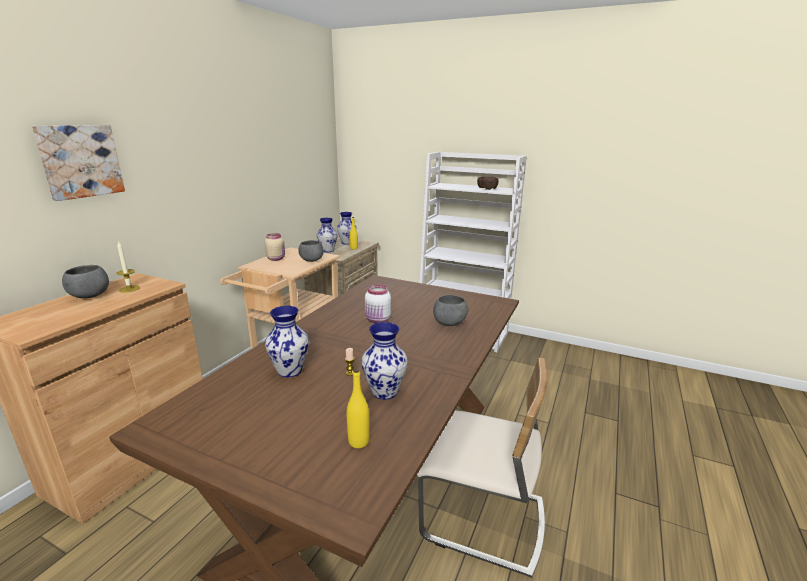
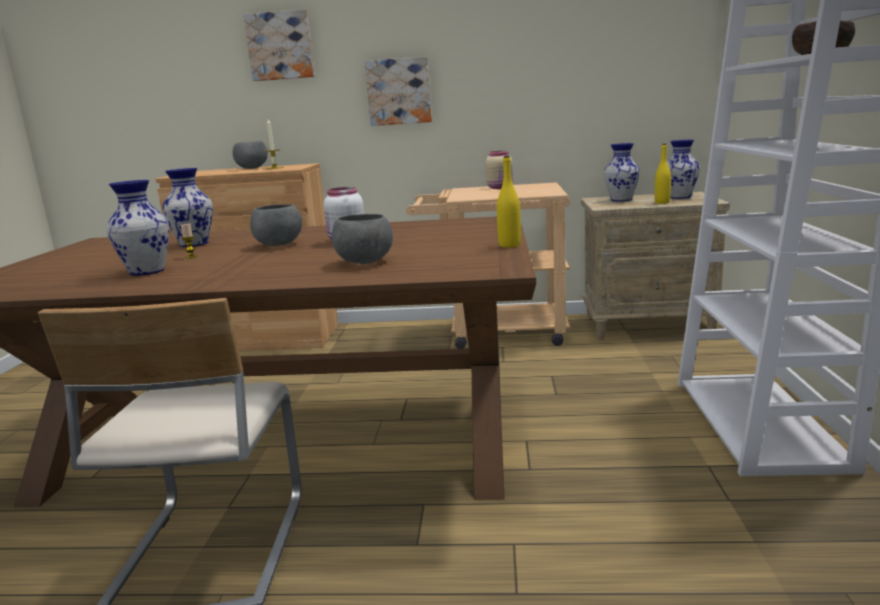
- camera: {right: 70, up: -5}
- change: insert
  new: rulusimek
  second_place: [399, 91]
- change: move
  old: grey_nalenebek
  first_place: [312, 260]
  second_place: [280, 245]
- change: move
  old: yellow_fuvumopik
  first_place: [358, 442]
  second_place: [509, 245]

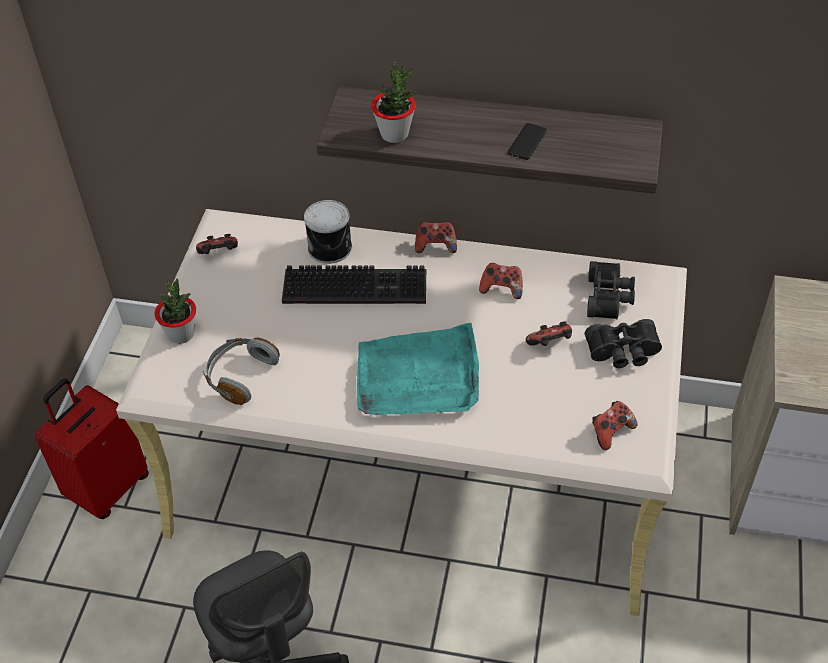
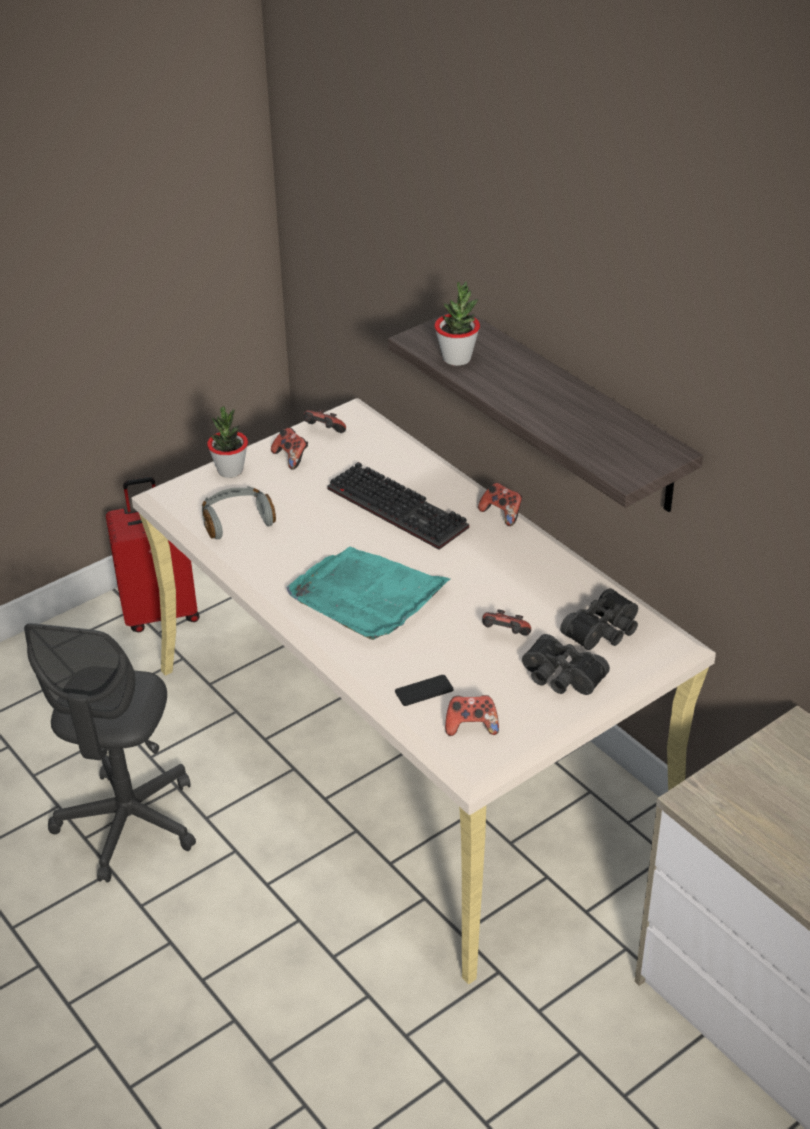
- camera: {right: 40, up: -10}
- change: delete
  old: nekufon
  first_place: [331, 247]
- change: move
  old: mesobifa
  first_place: [501, 289]
  second_place: [291, 458]
- change: move
  old: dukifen
  first_place: [527, 142]
  second_place: [424, 691]

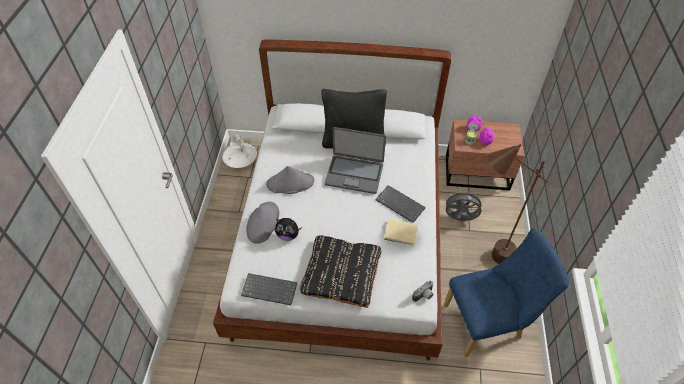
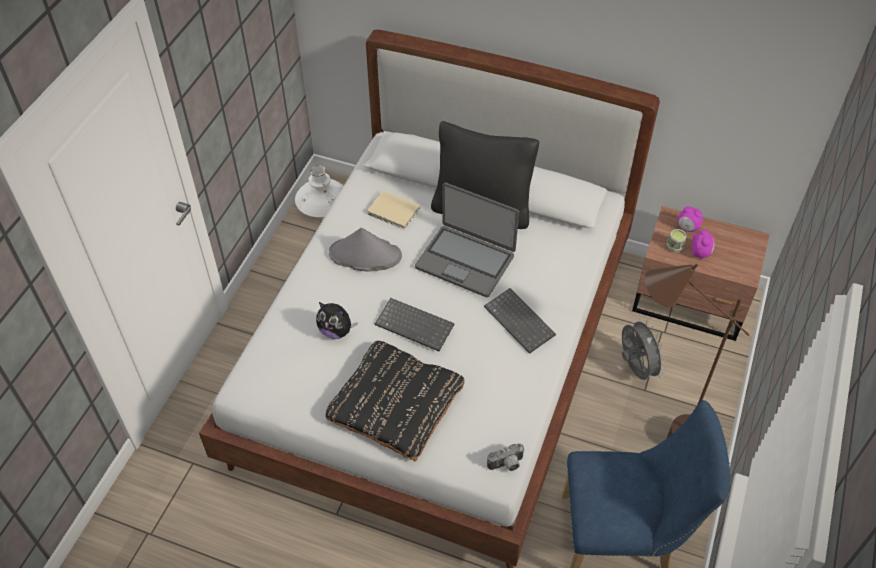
- camera: {right: 15, up: 0}
- change: delete
  old: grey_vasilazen
  first_place: [263, 223]
- change: move
  old: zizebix
  first_place: [270, 289]
  second_place: [416, 325]
- change: move
  old: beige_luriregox
  first_place: [401, 233]
  second_place: [394, 212]
- change: rotate
  old: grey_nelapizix
  first_place: [459, 219]
  second_place: [635, 368]
  degrees: 45

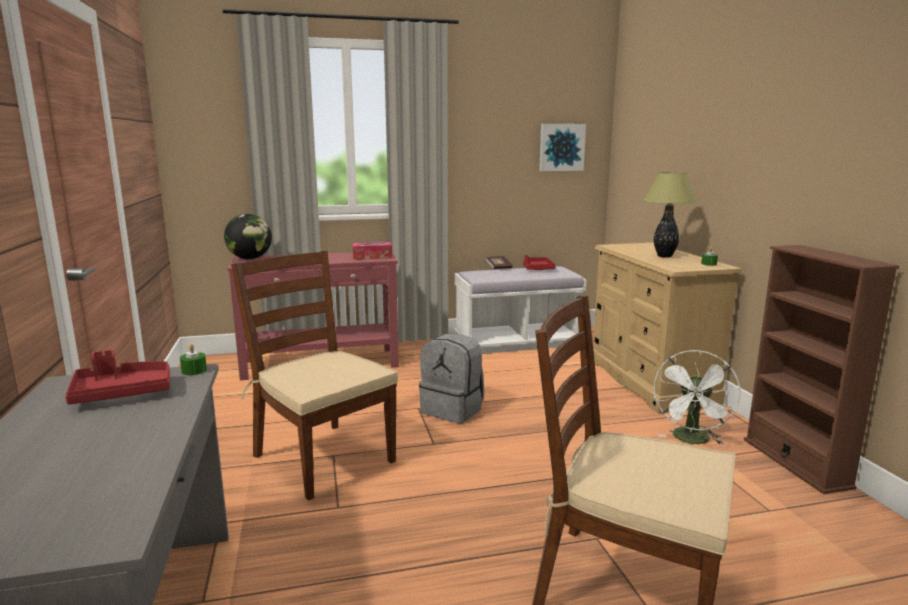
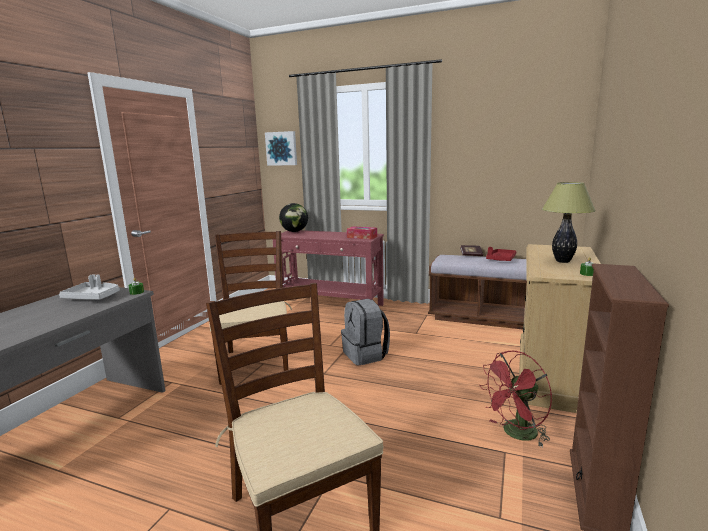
- camera: {right: 35, up: 0}
- change: move
  old: rulusimek
  first_place: [561, 147]
  second_place: [281, 148]
- change: recolor
  old: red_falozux
  new: grey_falozux
  first_place: [122, 393]
  second_place: [93, 297]
- change: recolor
  old: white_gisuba
  new: brown_gisuba
  first_place: [517, 342]
  second_place: [479, 317]
- change: recolor
  old: white_nelapizix
  new: red_nelapizix
  first_place: [692, 440]
  second_place: [516, 434]

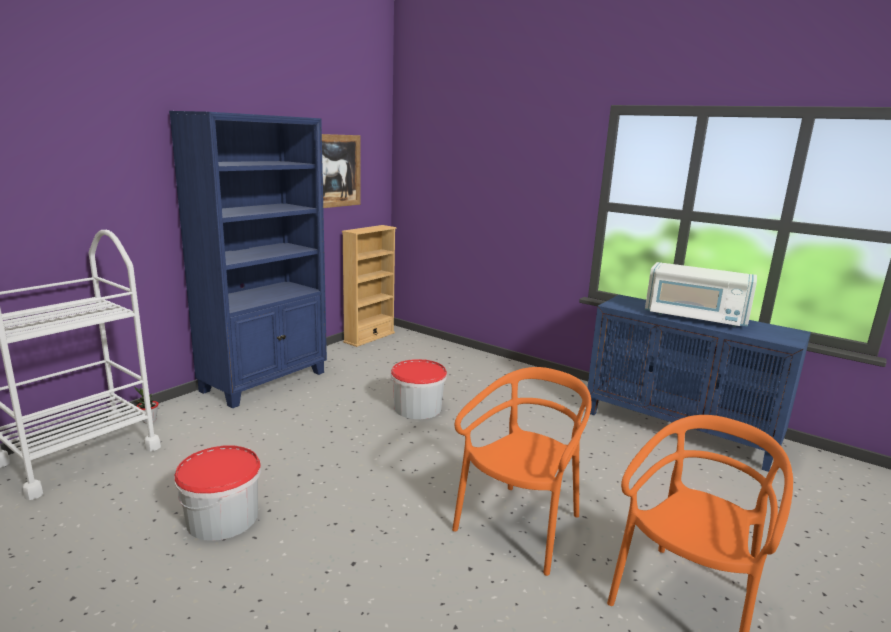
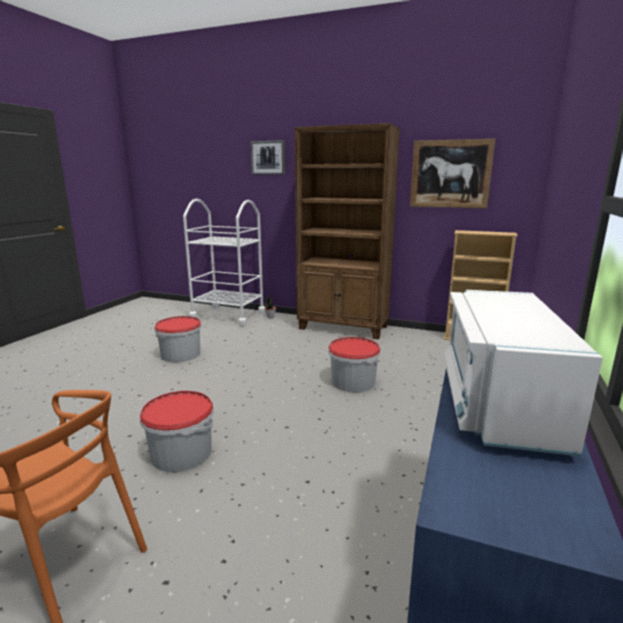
- camera: {right: 75, up: 0}
- change: insert
  new: rulusimek
  second_place: [268, 157]
- change: replace
  old: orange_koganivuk
  new: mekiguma
  first_place: [520, 526]
  second_place: [181, 453]
- change: recolor
  old: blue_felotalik
  new: brown_felotalik
  first_place: [266, 381]
  second_place: [343, 328]

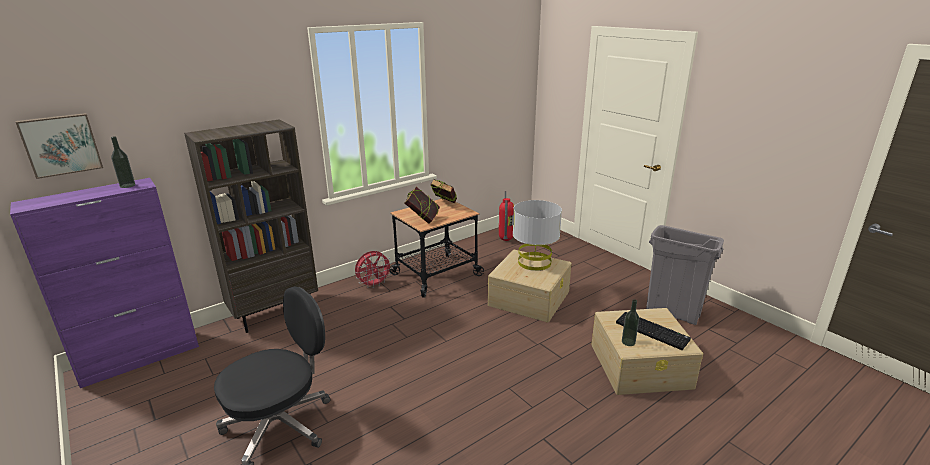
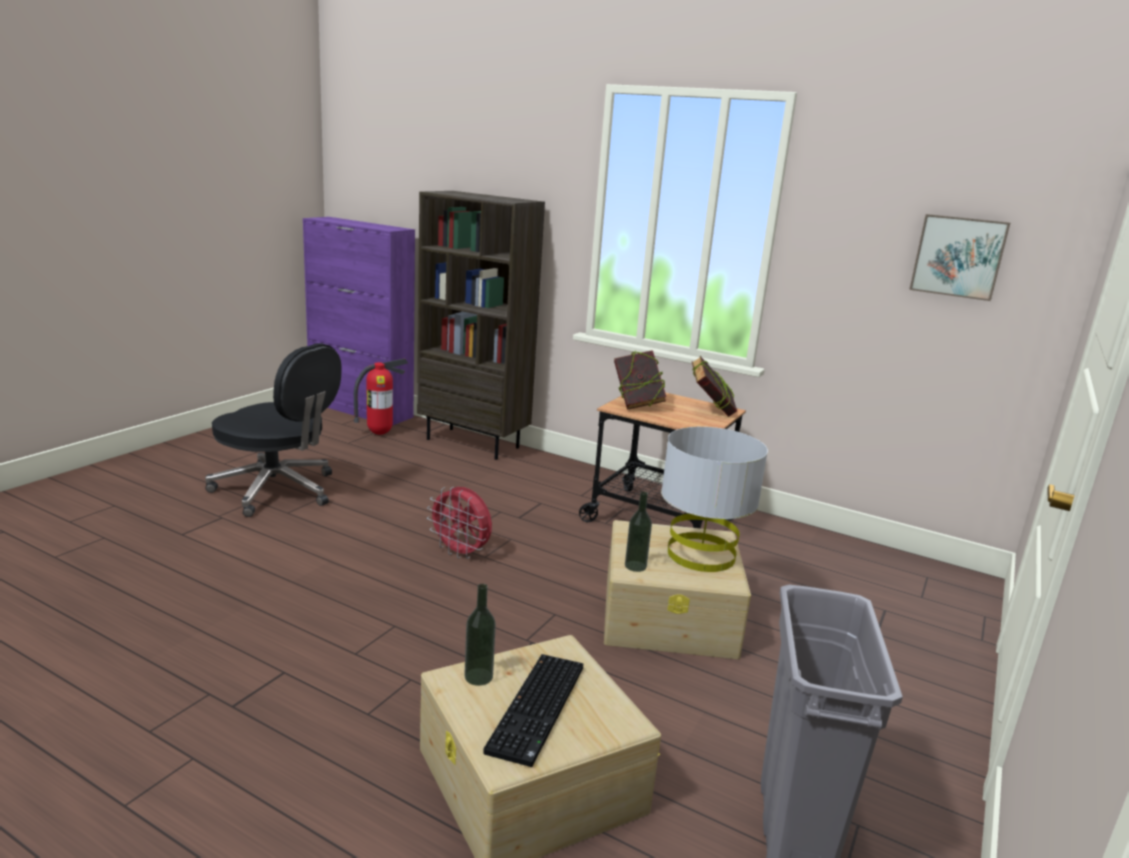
- camera: {right: 65, up: -5}
- change: move
  old: rulusimek
  first_place: [61, 144]
  second_place: [958, 256]
- change: move
  old: fuvumopik
  first_place: [127, 185]
  second_place: [635, 566]
- change: move
  old: red_nelapizix
  first_place: [374, 285]
  second_place: [461, 553]
- change: move
  old: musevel
  first_place: [505, 240]
  second_place: [380, 433]

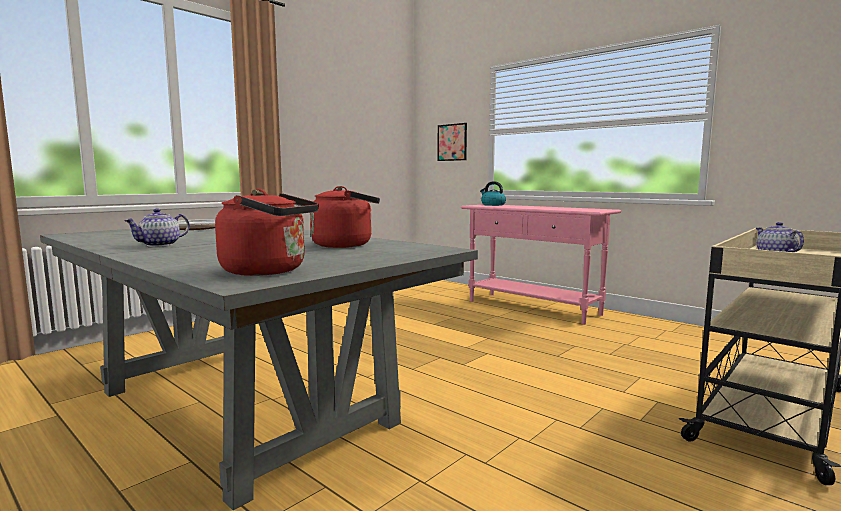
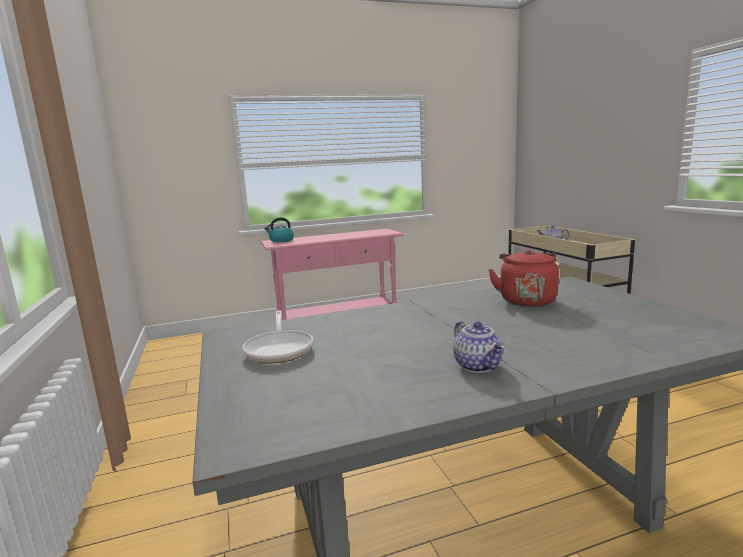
- camera: {right: -60, up: 5}
- change: delete
  old: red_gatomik
  first_place: [269, 271]
- change: delete
  old: rulusimek
  first_place: [452, 142]

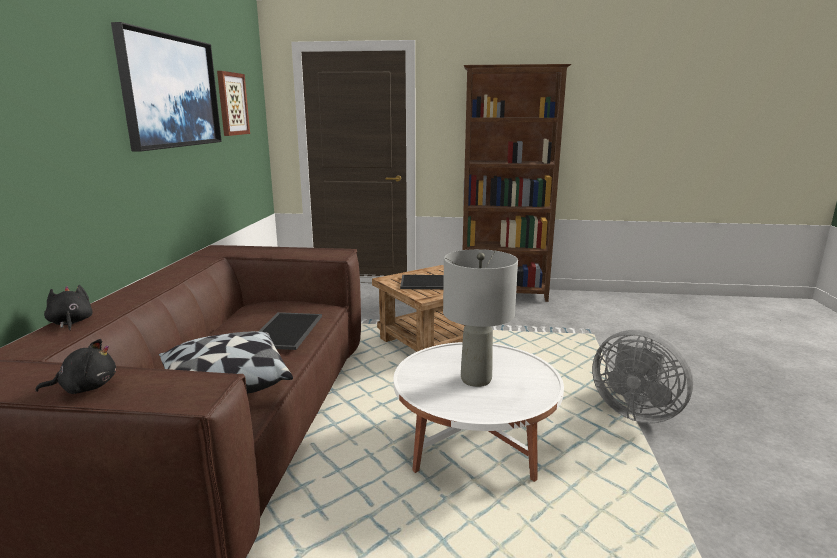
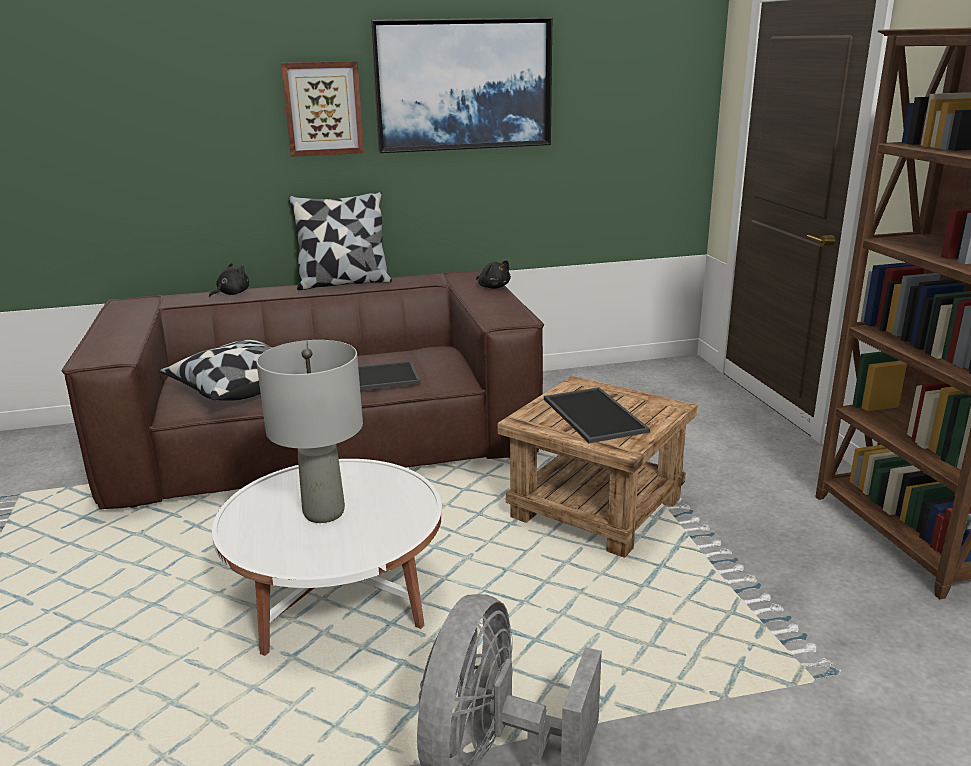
- camera: {right: 70, up: 5}
- change: insert
  new: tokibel
  second_place: [343, 283]
- change: move
  old: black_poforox
  first_place: [85, 387]
  second_place: [493, 287]
- change: move
  old: rulusimek
  first_place: [232, 104]
  second_place: [323, 108]

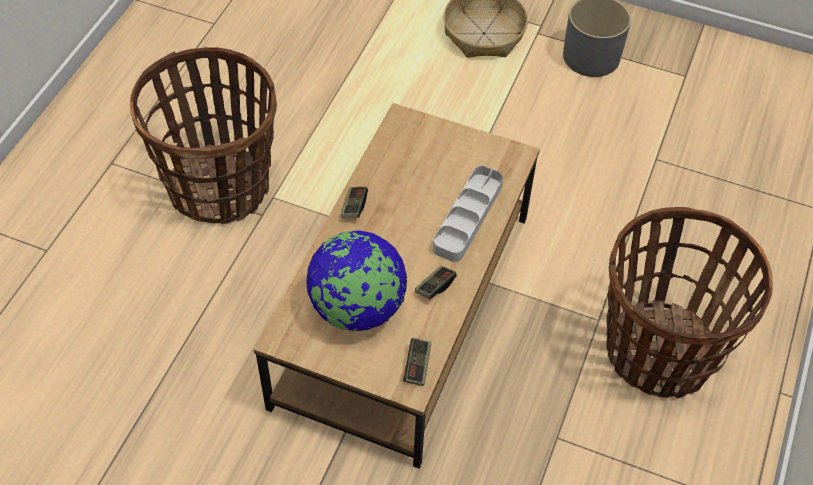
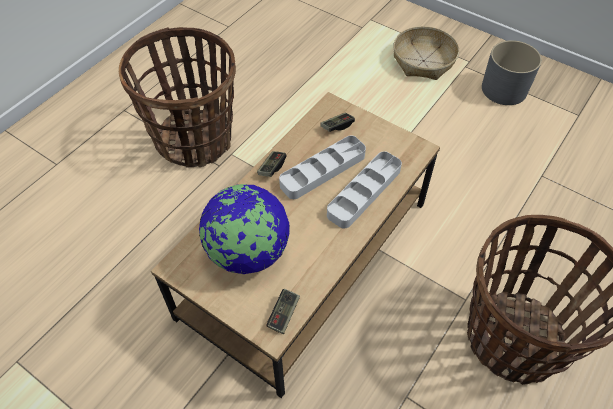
- camera: {right: 15, up: 0}
- change: insert
  new: grey_falozux
  second_place: [323, 170]
- change: move
  old: mesobifa
  first_place: [435, 286]
  second_place: [337, 126]

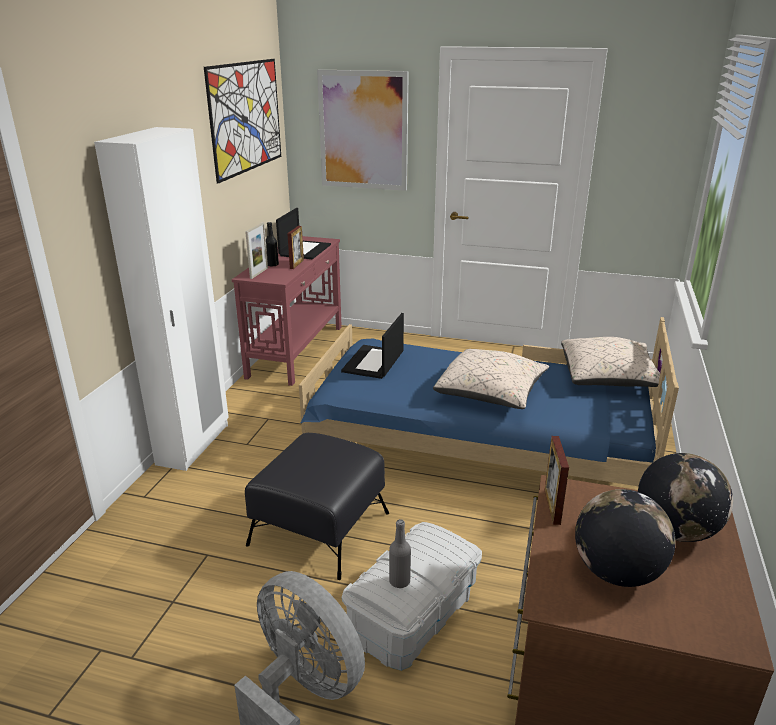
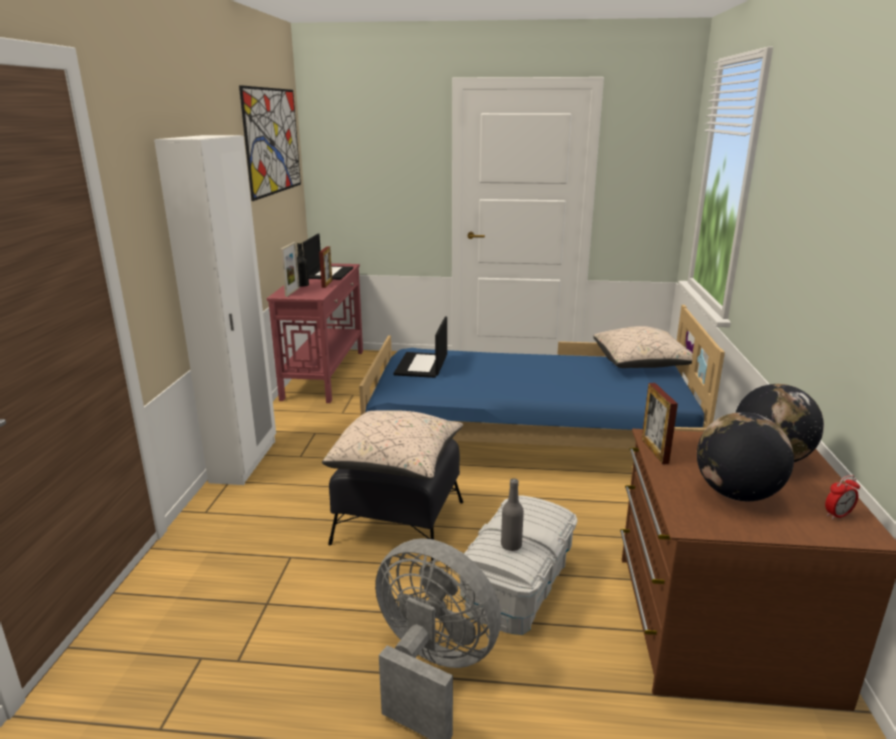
- camera: {right: -10, up: -5}
- change: delete
  old: rulusimek
  first_place: [363, 130]
- change: insert
  new: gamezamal
  second_place: [837, 515]
- change: move
  old: beige_tokibel
  first_place: [491, 393]
  second_place: [396, 462]

